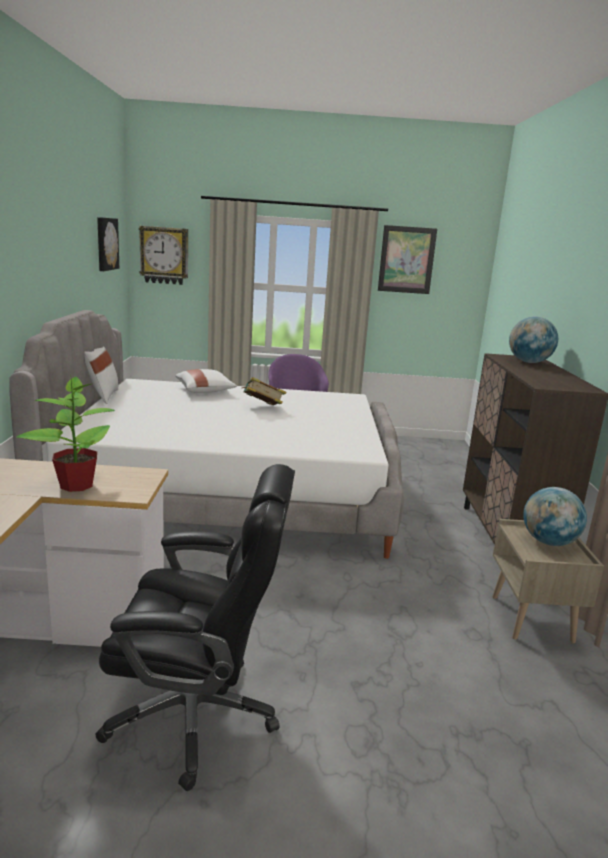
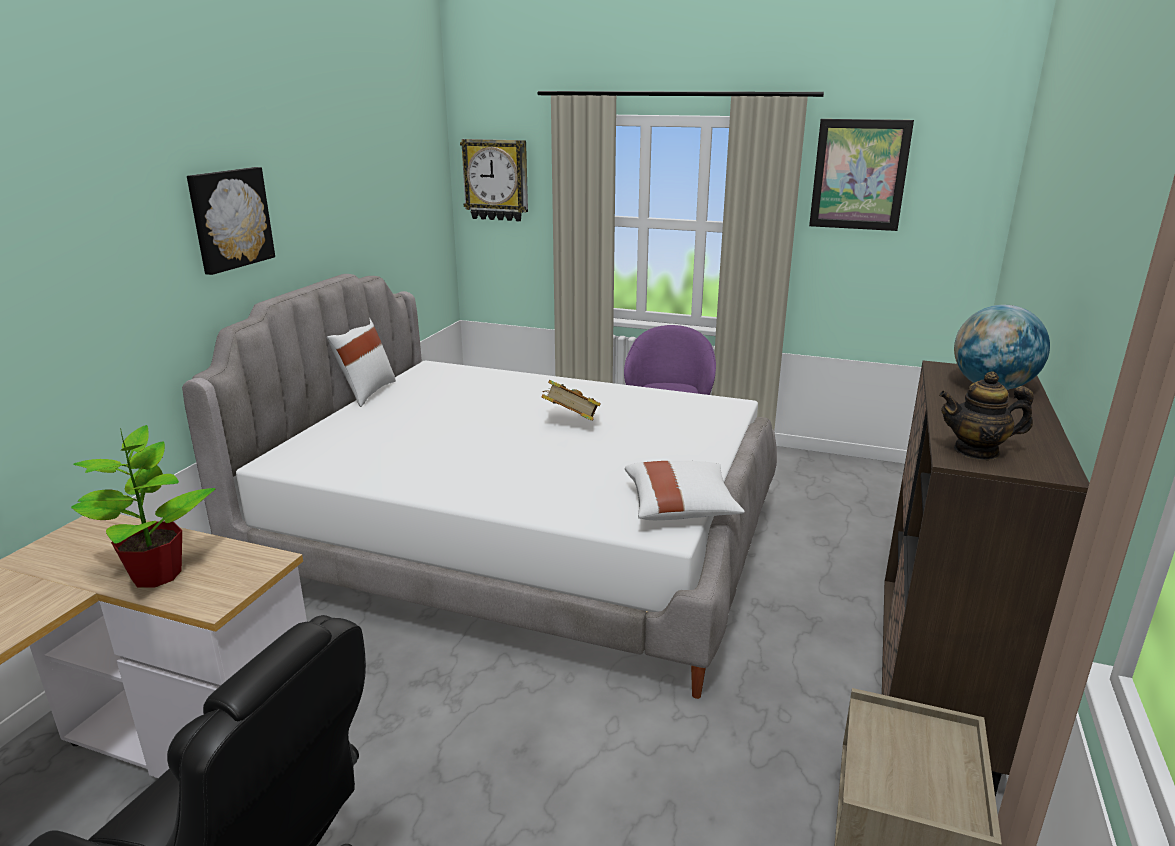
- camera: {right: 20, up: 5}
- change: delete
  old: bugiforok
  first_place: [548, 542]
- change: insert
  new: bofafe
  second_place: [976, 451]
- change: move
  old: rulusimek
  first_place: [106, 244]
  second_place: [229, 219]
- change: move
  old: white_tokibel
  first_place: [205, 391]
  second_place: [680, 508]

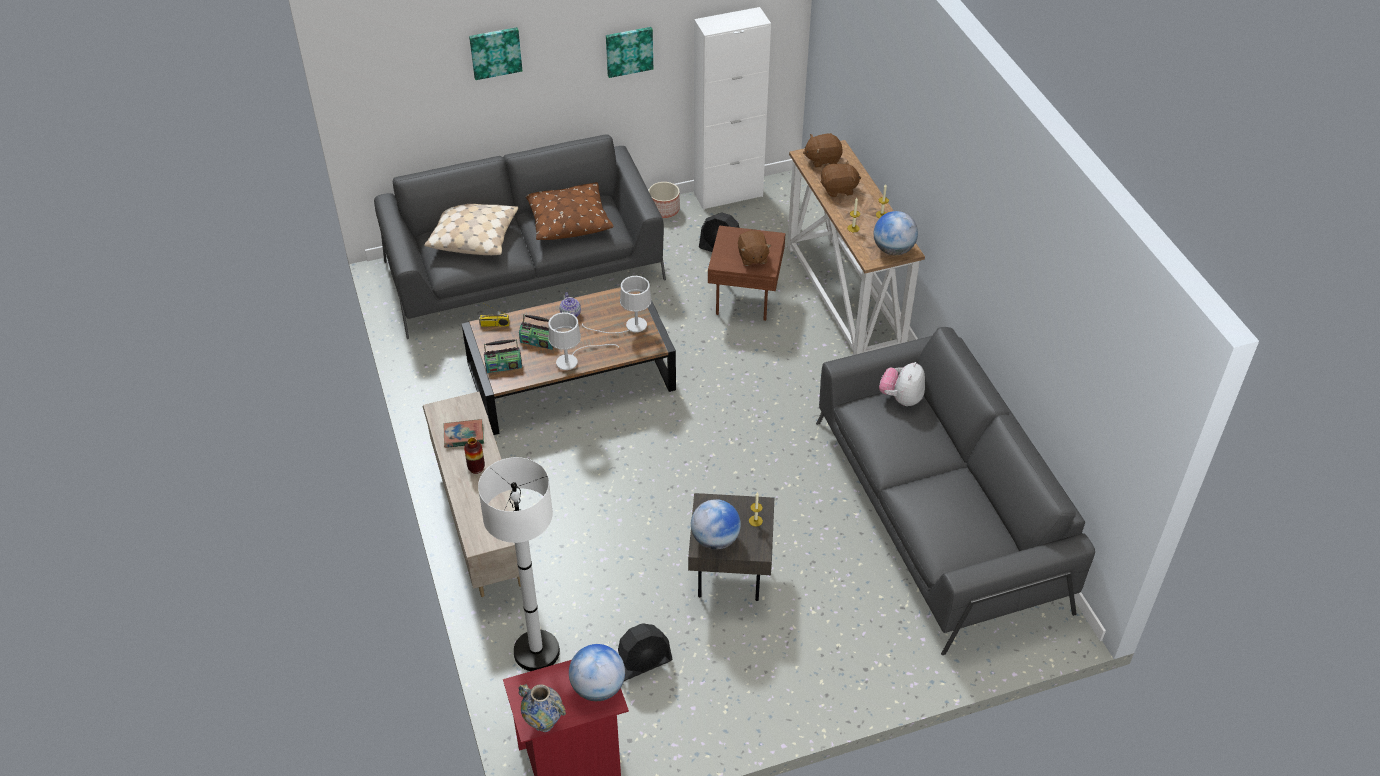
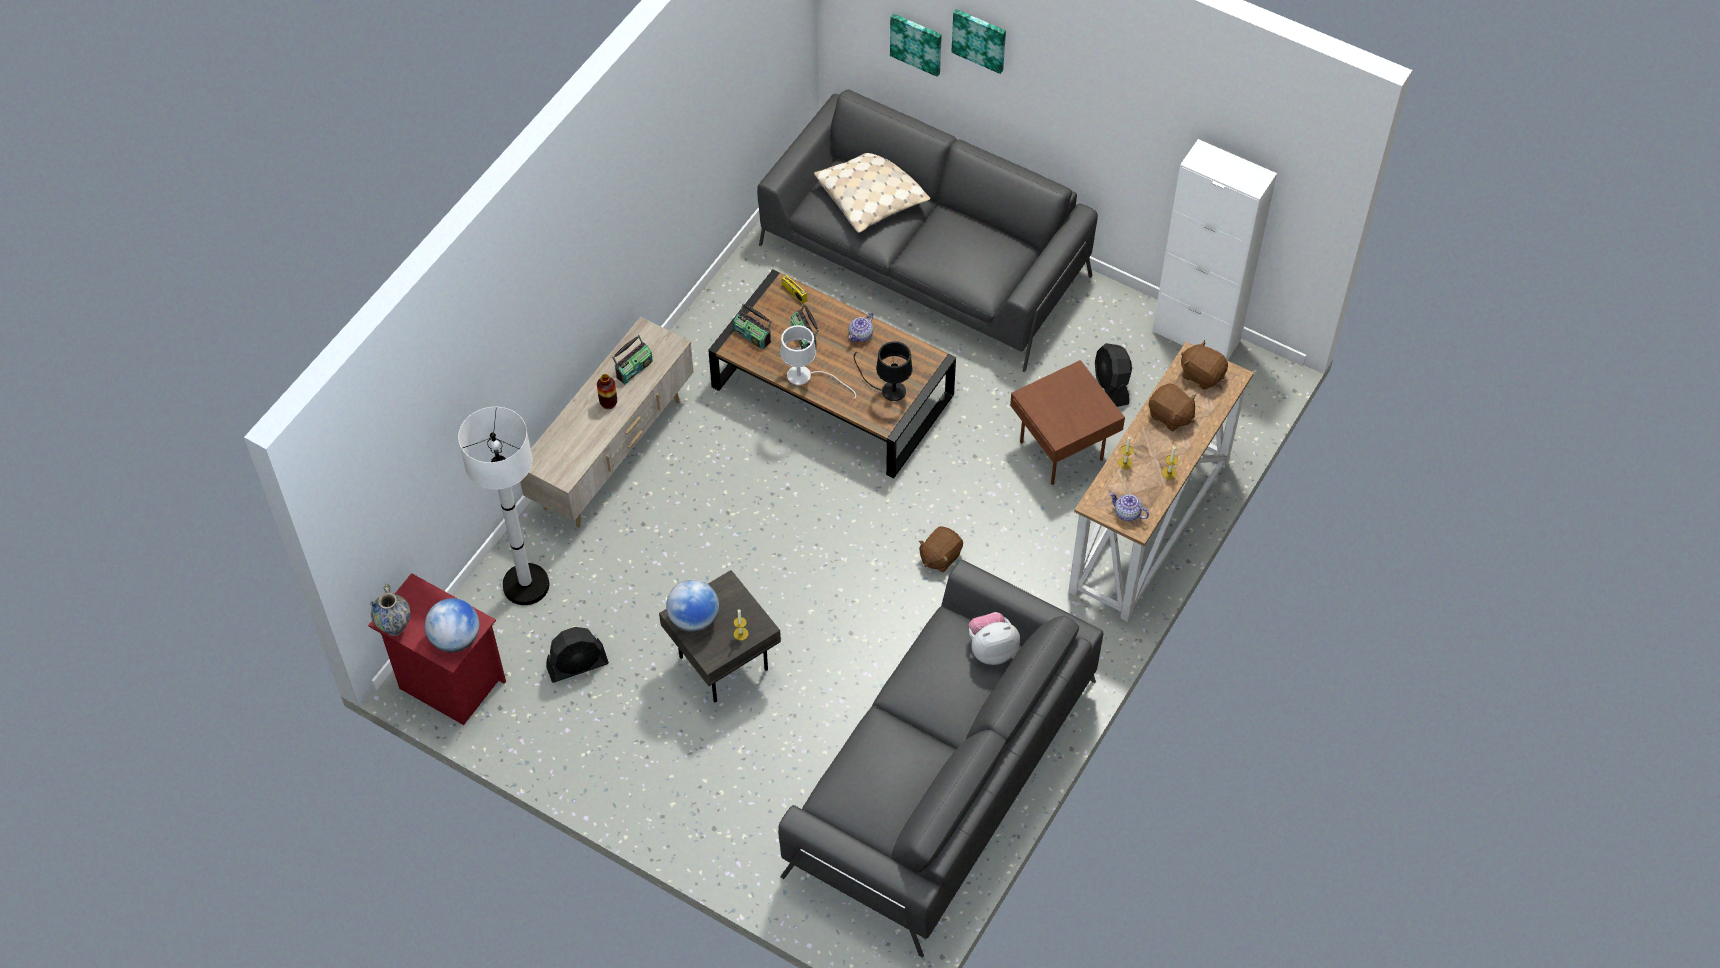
- camera: {right: 50, up: 10}
- change: delete
  old: brown_tokibel
  first_place: [568, 220]
- change: delete
  old: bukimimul
  first_place: [664, 209]
- change: move
  old: rulusimek
  first_place: [629, 51]
  second_place: [917, 43]
- change: move
  old: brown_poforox
  first_place: [752, 257]
  second_place: [940, 556]
- change: replace
  old: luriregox
  new: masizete
  first_place: [464, 436]
  second_place: [633, 369]
- change: replace
  old: bugiforok
  new: bofafe
  first_place: [893, 249]
  second_place: [1127, 513]
- change: recolor
  old: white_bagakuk
  new: black_bagakuk
  first_place: [630, 328]
  second_place: [887, 389]
- change: rotate
  old: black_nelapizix
  first_place: [642, 664]
  second_place: [578, 665]
  degrees: -45

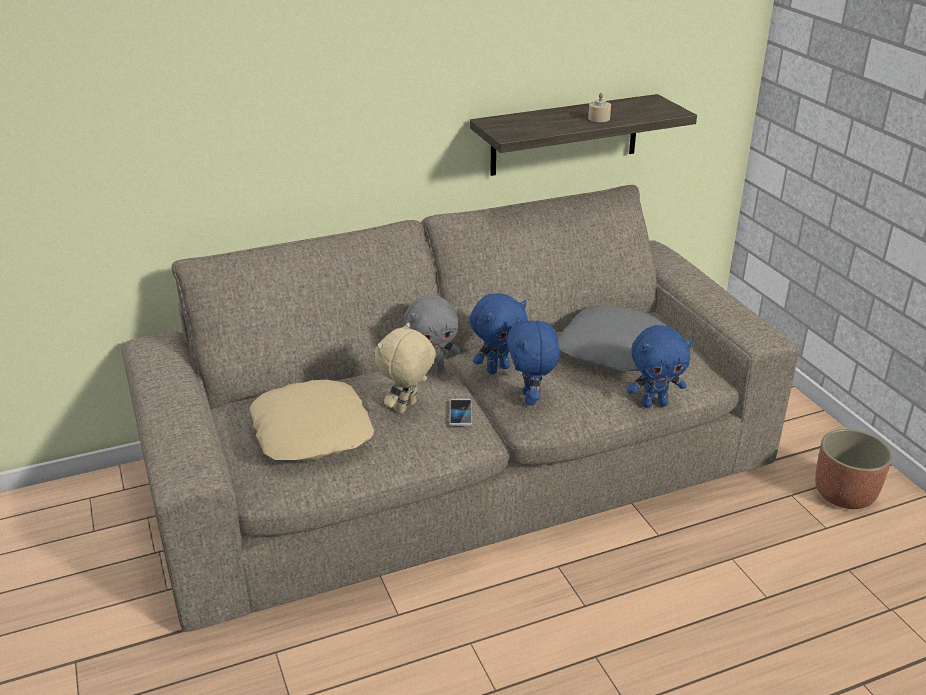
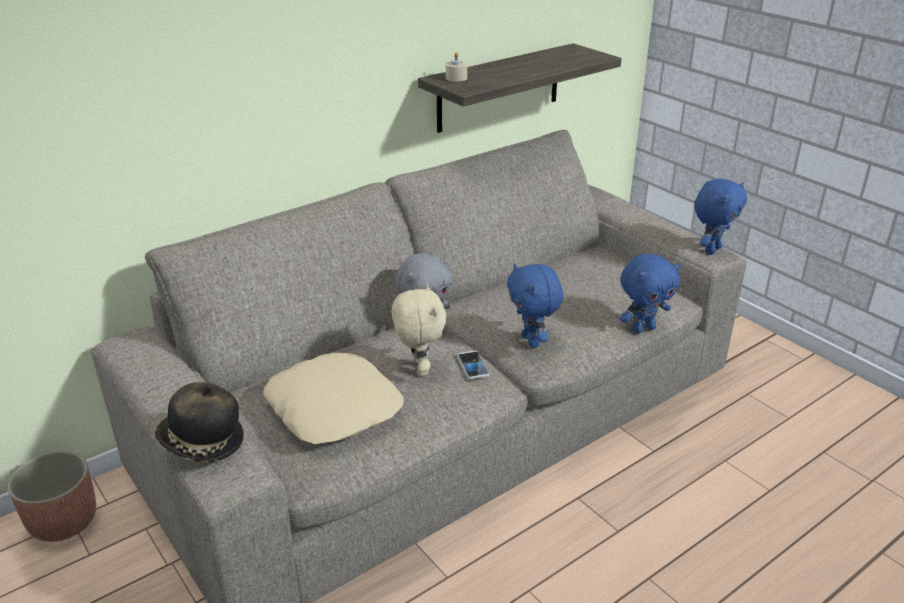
- camera: {right: -15, up: 0}
- change: delete
  old: grey_tokibel
  first_place: [613, 349]
- change: insert
  new: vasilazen
  second_place: [201, 443]
- change: move
  old: blue_poforox
  first_place: [497, 369]
  second_place: [711, 250]
- change: move
  old: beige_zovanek
  first_place: [599, 118]
  second_place: [456, 78]
- change: move
  old: bukimimul
  first_place: [844, 494]
  second_place: [64, 522]
- change: rotate
  old: beige_poforox
  first_place: [407, 408]
  second_place: [419, 369]
  degrees: 150

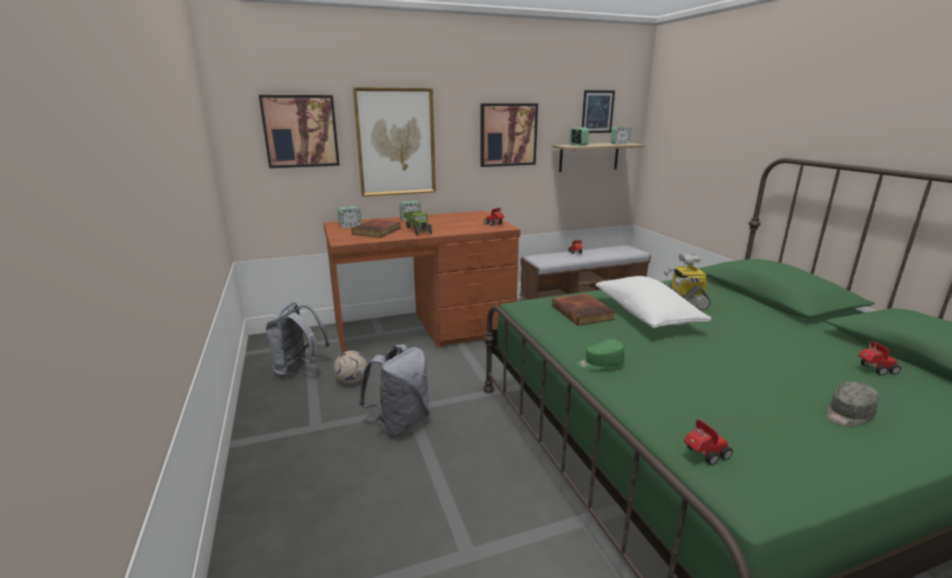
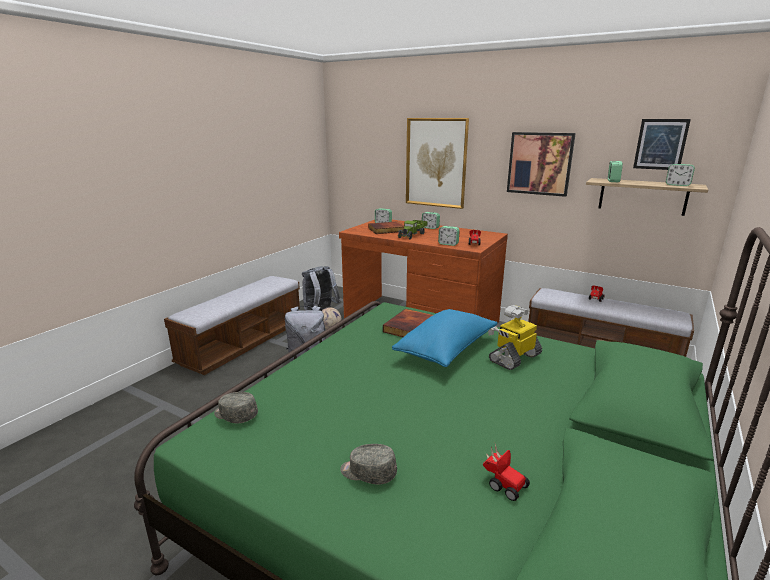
- camera: {right: 50, up: 0}
- change: delete
  old: rulusimek
  first_place: [300, 131]
- change: delete
  old: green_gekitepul
  first_place: [600, 364]
- change: insert
  new: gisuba
  second_place: [244, 343]
- change: insert
  new: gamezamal
  second_place: [448, 244]
- change: replace
  old: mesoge
  new: grey_gekitepul
  first_place: [703, 455]
  second_place: [235, 415]
- change: recolor
  old: white_tokibel
  new: blue_tokibel
  first_place: [646, 315]
  second_place: [446, 350]

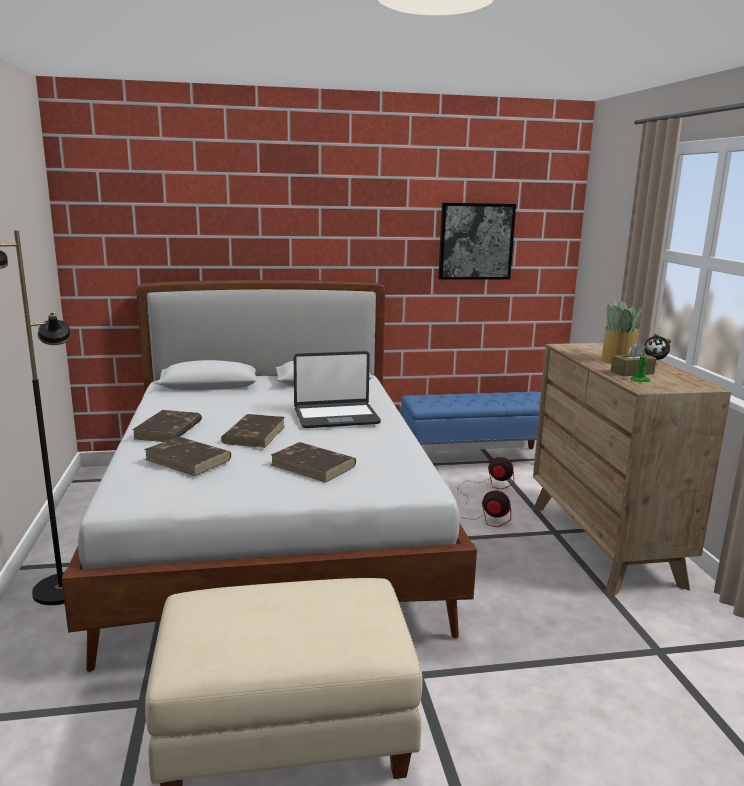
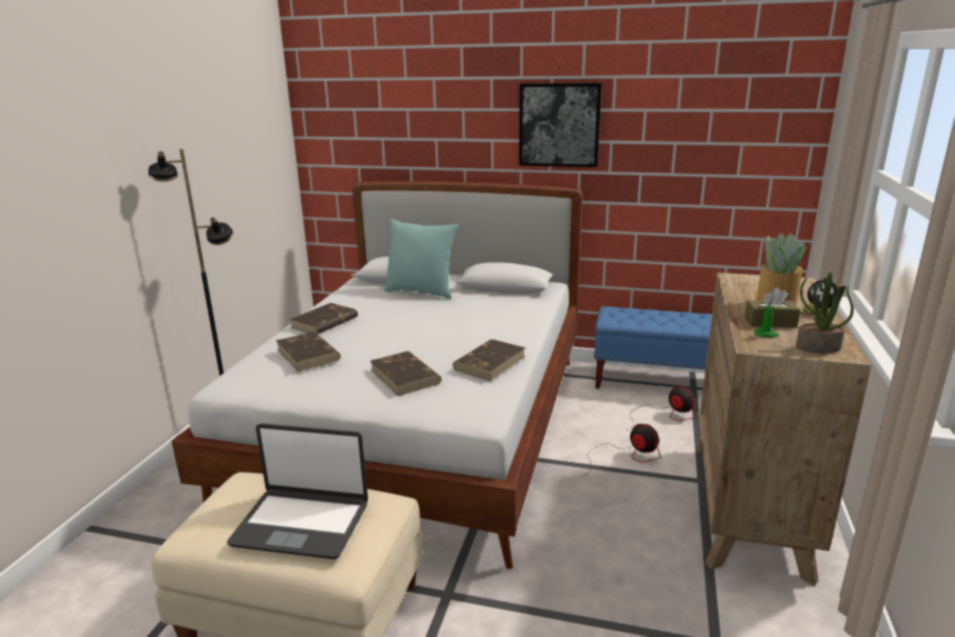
- camera: {right: 25, up: 5}
- change: insert
  new: turquoise_tokibel
  second_place: [421, 292]
- change: insert
  new: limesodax
  second_place: [817, 348]
- change: move
  old: brown_luriregox
  first_place: [254, 434]
  second_place: [490, 362]
- change: move
  old: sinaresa
  first_place: [336, 417]
  second_place: [302, 523]
- change: move
  old: rulusimek
  first_place: [475, 241]
  second_place: [559, 125]

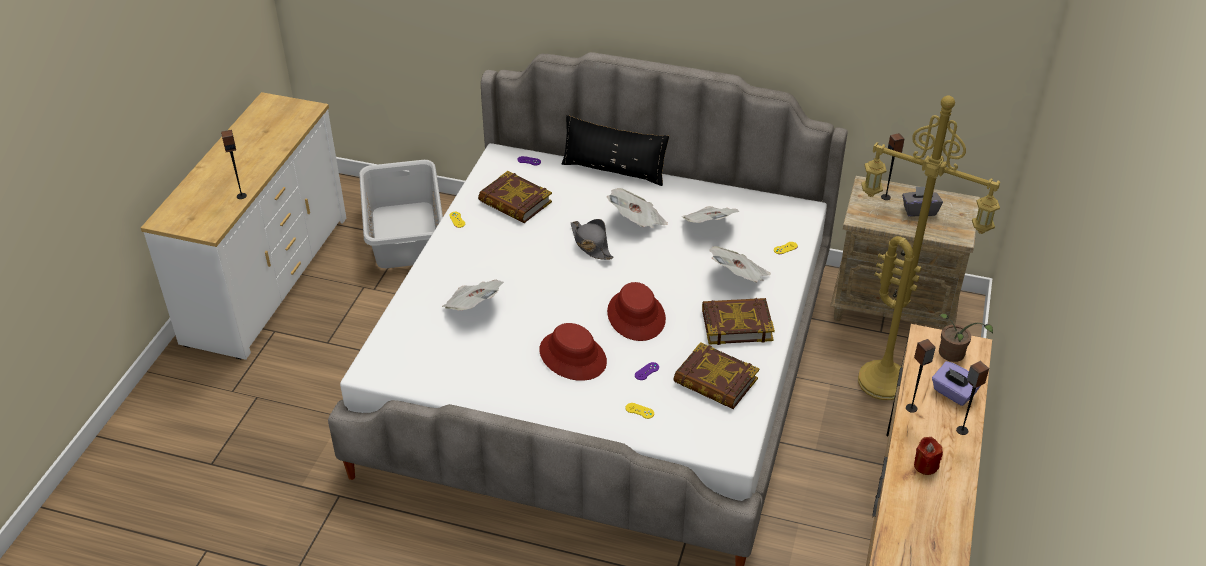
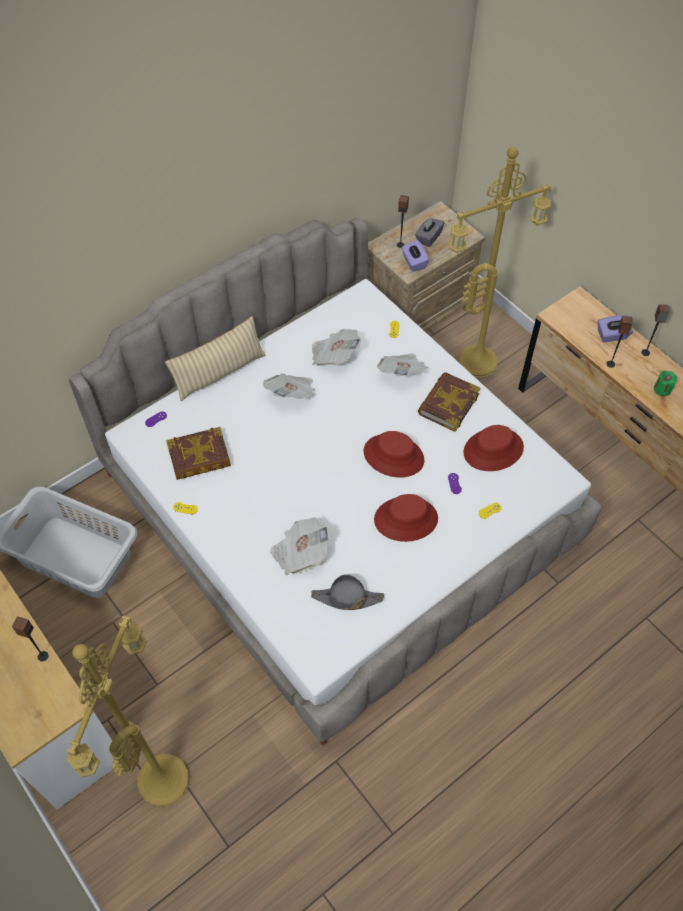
- camera: {right: -55, up: 15}
- change: delete
  old: limesodax
  first_place: [953, 355]
- change: insert
  new: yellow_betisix
  second_place: [161, 778]
- change: insert
  new: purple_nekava
  second_place: [414, 262]
- change: move
  old: grey_vasilazen
  first_place: [591, 244]
  second_place: [347, 598]
- change: replace
  old: luriregox
  new: red_vasilazen
  first_place: [715, 381]
  second_place: [493, 450]
- change: recolor
  old: black_tokibel
  new: beige_tokibel
  first_place: [614, 170]
  second_place: [219, 373]
- change: recolor
  old: red_zovanek
  new: green_zovanek
  first_place: [925, 466]
  second_place: [662, 389]

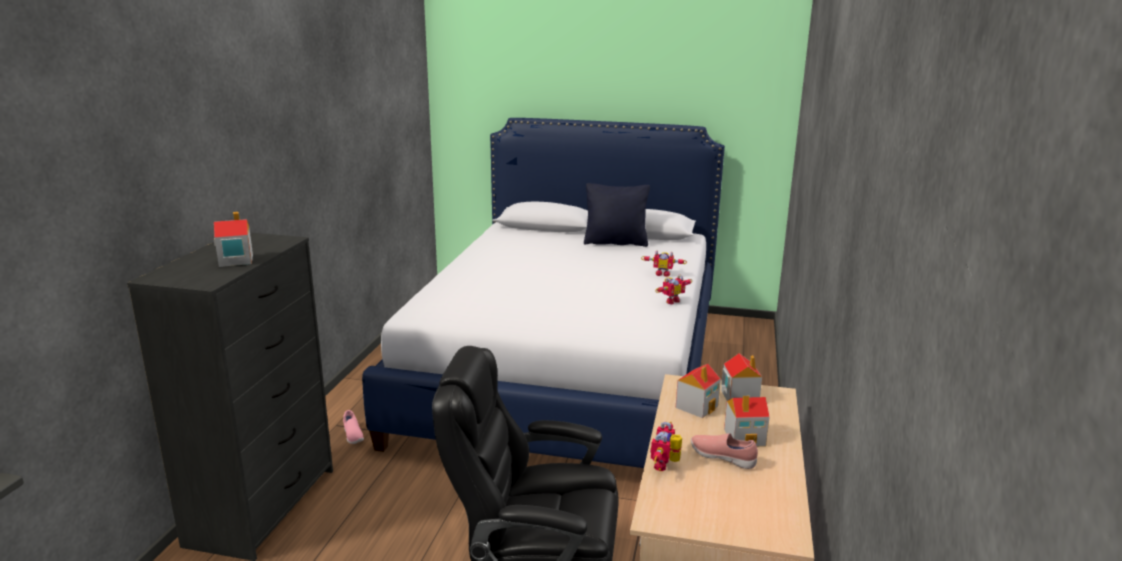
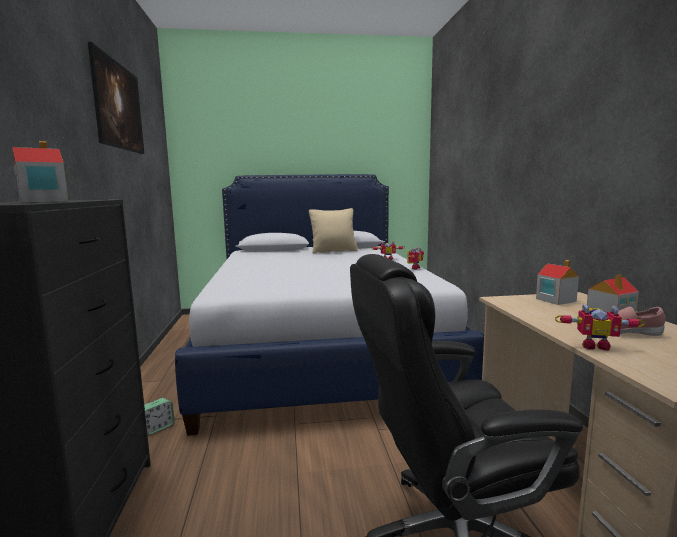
- camera: {right: -20, up: -10}
- change: delete
  old: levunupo
  first_place: [697, 406]
- change: insert
  new: rulusimek
  second_place: [120, 128]
- change: replace
  old: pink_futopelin
  new: gamezamal
  first_place: [352, 436]
  second_place: [158, 427]
- change: recolor
  old: black_tokibel
  new: beige_tokibel
  first_place: [615, 243]
  second_place: [334, 251]
- change: rotate
  old: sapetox
  first_place: [666, 465]
  second_place: [594, 346]
  degrees: -75

